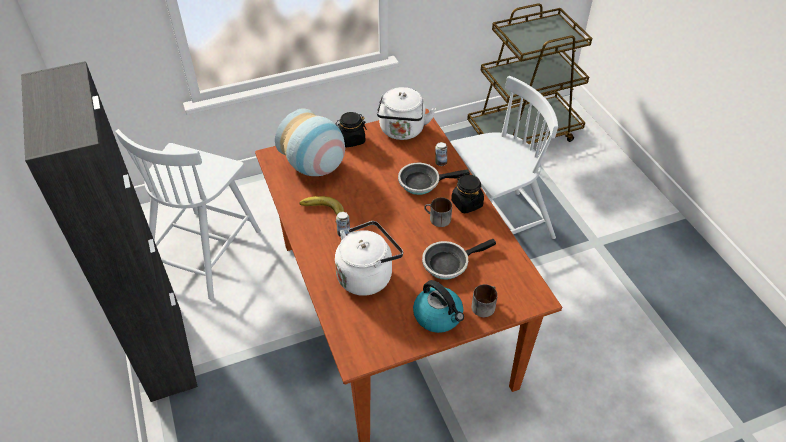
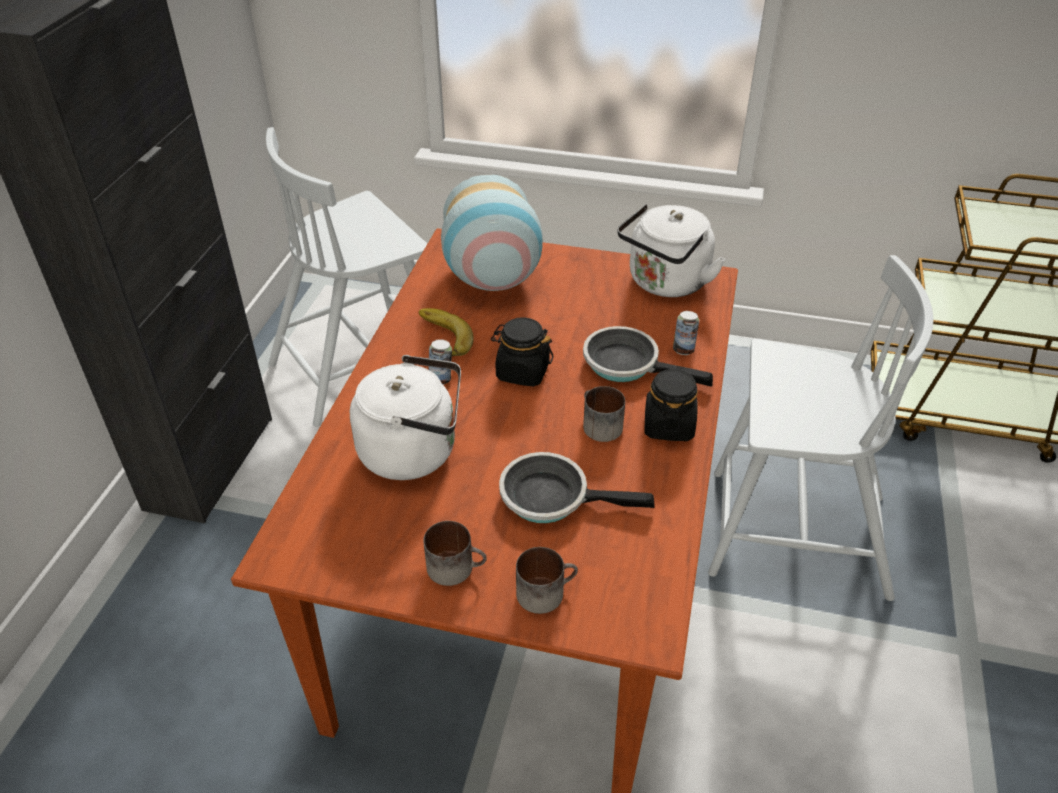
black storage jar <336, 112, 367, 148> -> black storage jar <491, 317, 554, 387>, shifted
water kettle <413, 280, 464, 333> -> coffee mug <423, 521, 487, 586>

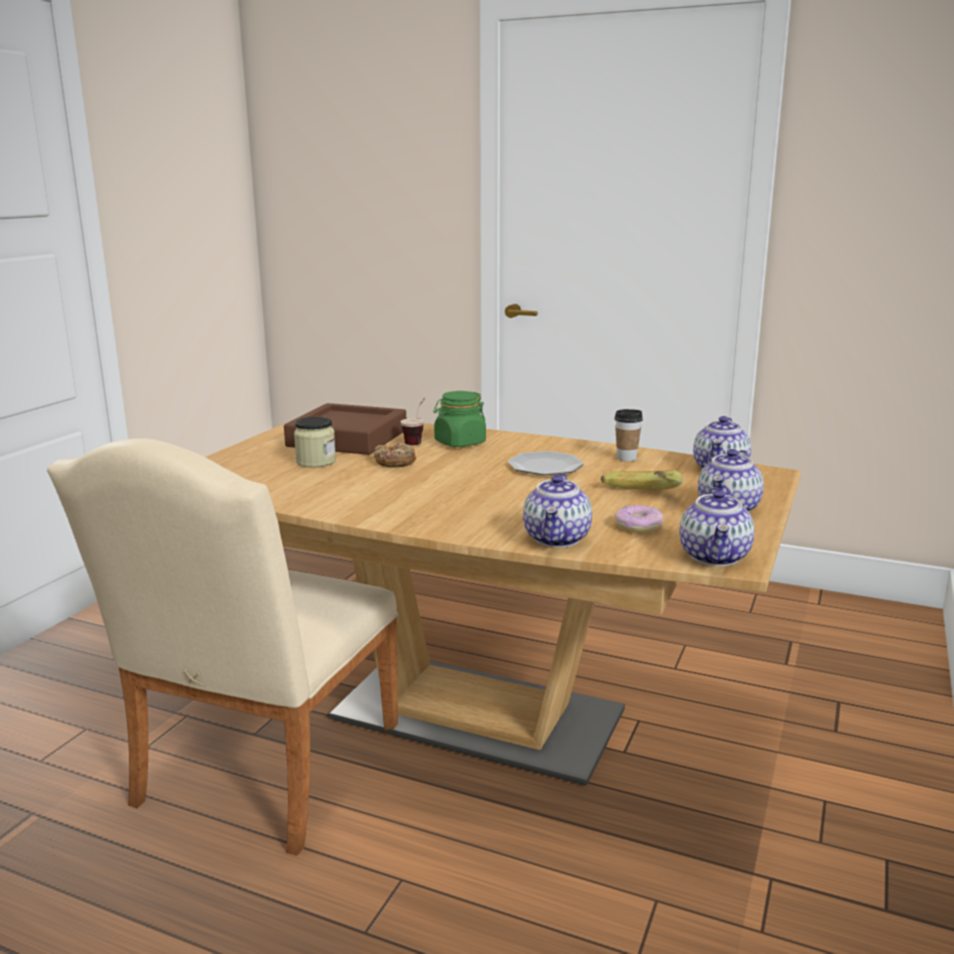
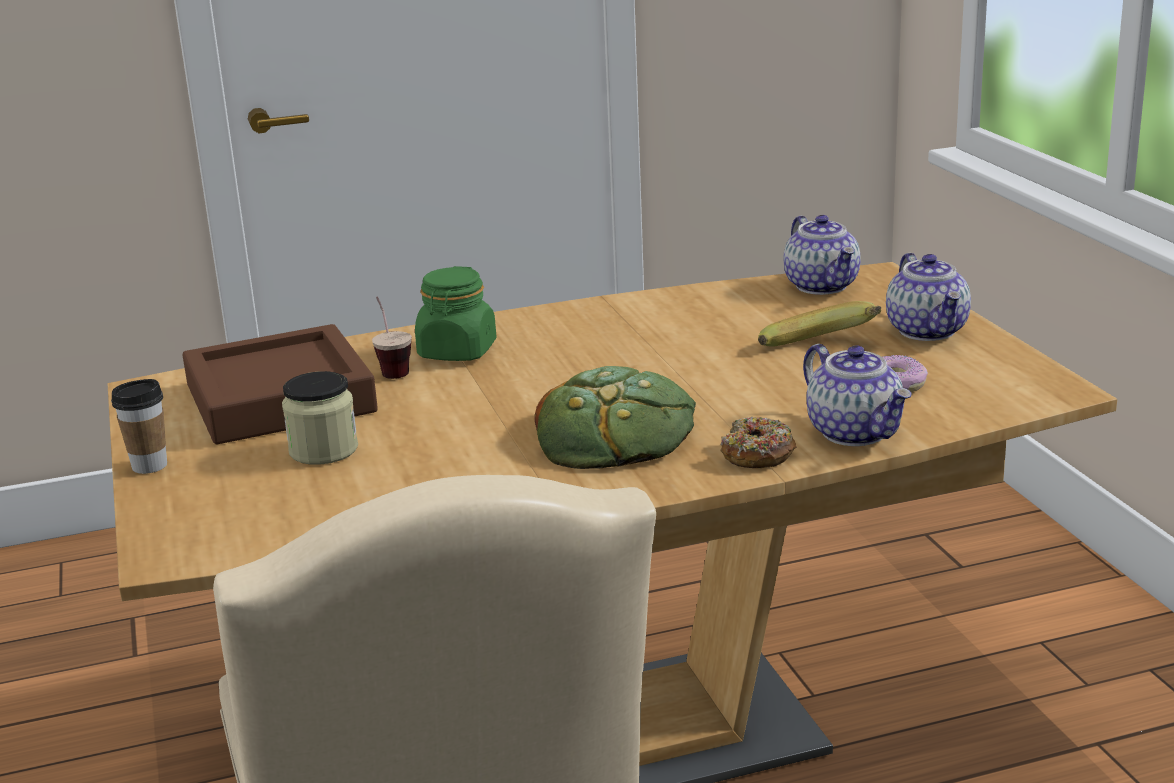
plate <508, 451, 584, 475> -> none
tea pot <679, 487, 754, 566> -> none
none -> bakery bread <535, 366, 696, 469>
donut <374, 442, 416, 467> -> donut <720, 417, 796, 468>, shifted
small cup <615, 409, 643, 461> -> small cup <111, 379, 167, 474>, shifted

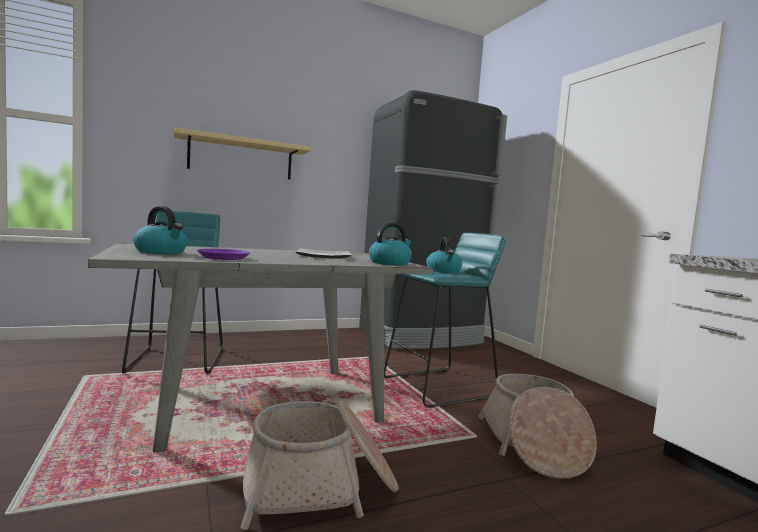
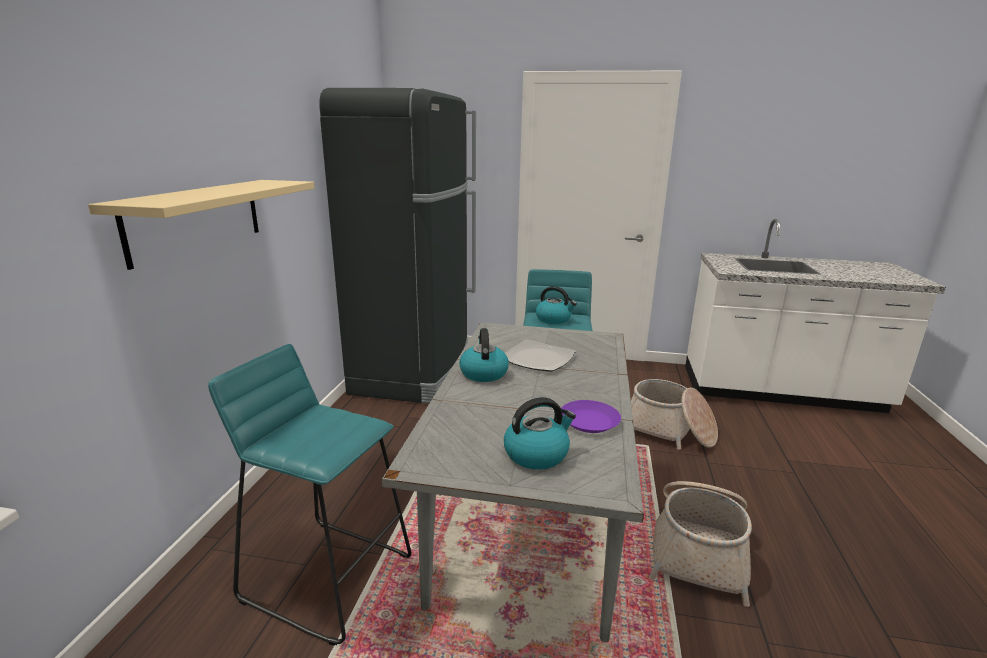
water kettle <369, 223, 413, 265> -> water kettle <459, 328, 509, 382>, shifted

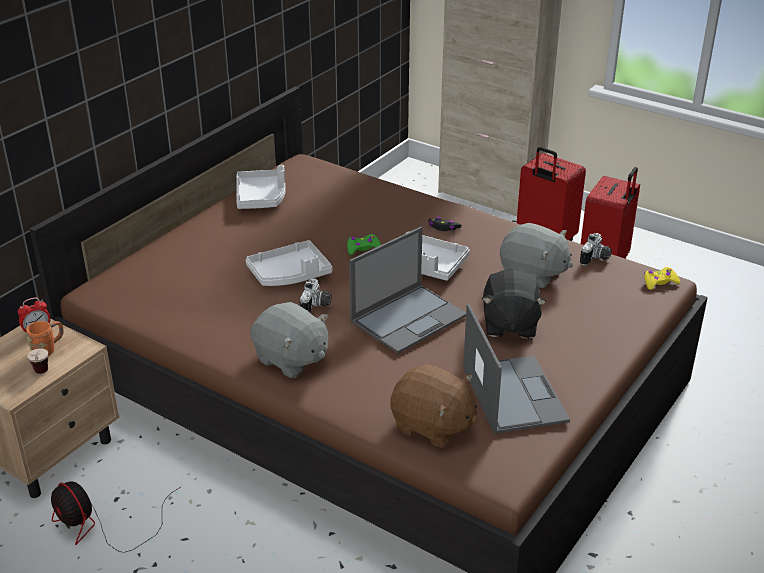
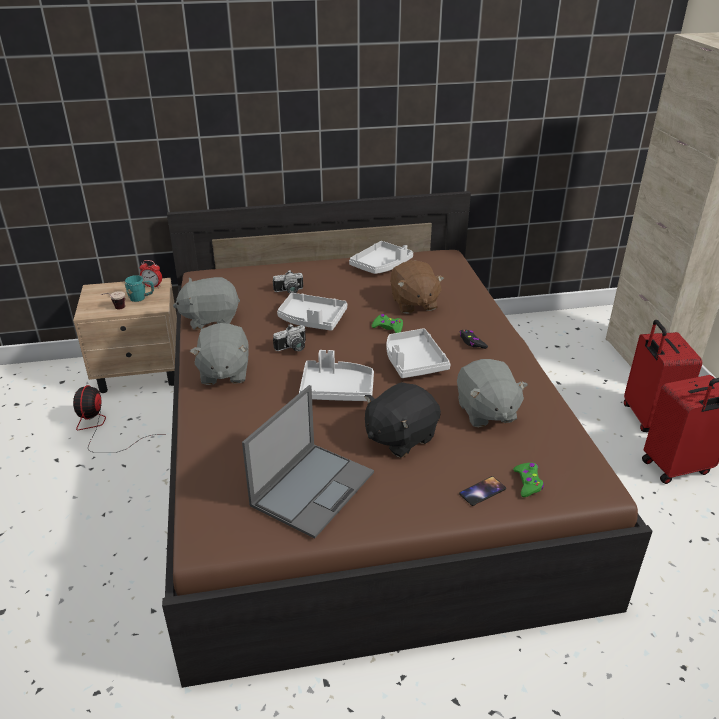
yellow-coloured game controller <644, 267, 680, 290> -> none
none -> gray soft toy <173, 277, 240, 330>
none -> phone <459, 476, 506, 506>
none -> green game controller <513, 463, 544, 497>
brown-coloured soft toy <391, 364, 478, 448> -> brown-coloured soft toy <390, 260, 444, 314>, shifted
still camera <580, 233, 612, 266> -> still camera <273, 270, 303, 294>, shifted
portable computer <349, 227, 466, 354> -> gray tray <299, 350, 374, 401>
orangey coffee mug <26, 321, 64, 356> -> turquoise-coloured coffee mug <125, 275, 154, 302>

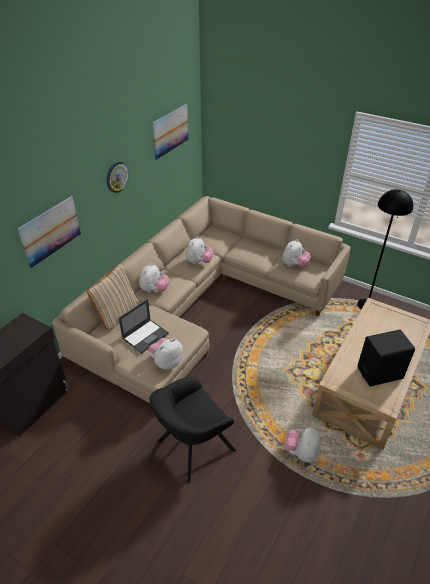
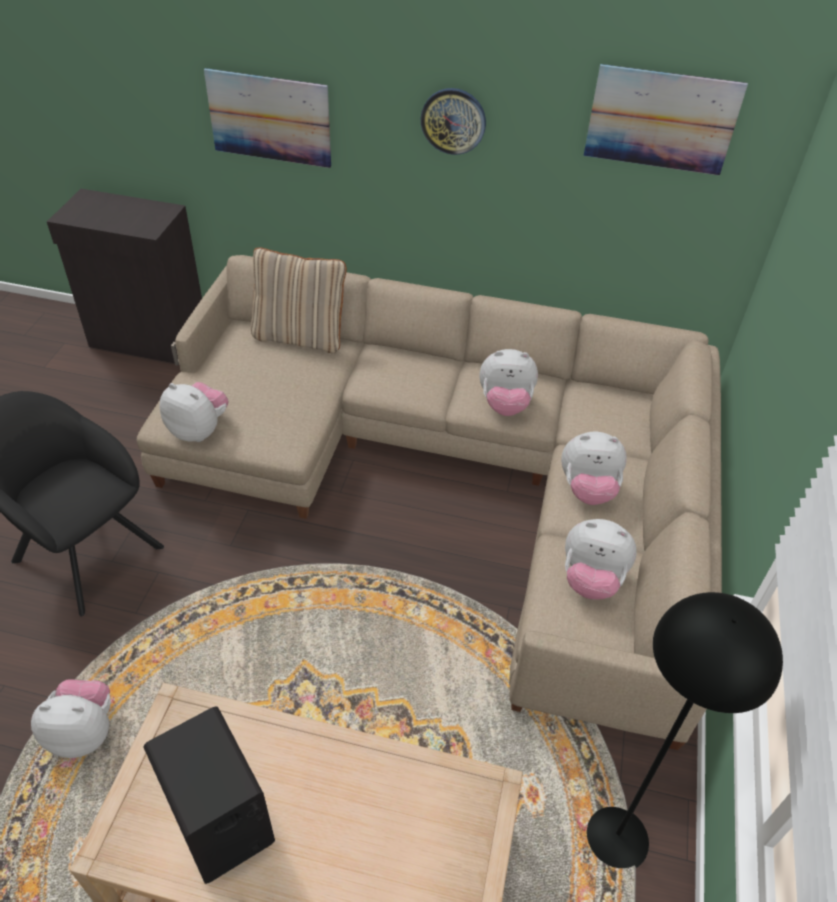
portable computer <119, 299, 169, 354> -> none
soft toy <139, 263, 169, 293> -> soft toy <561, 432, 627, 505>, shifted

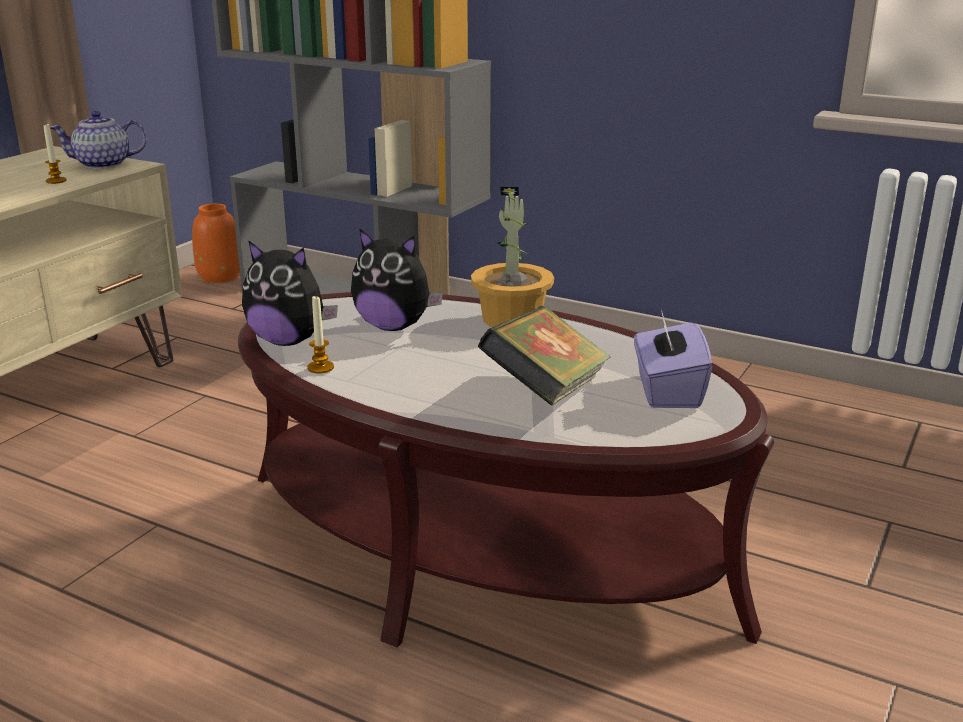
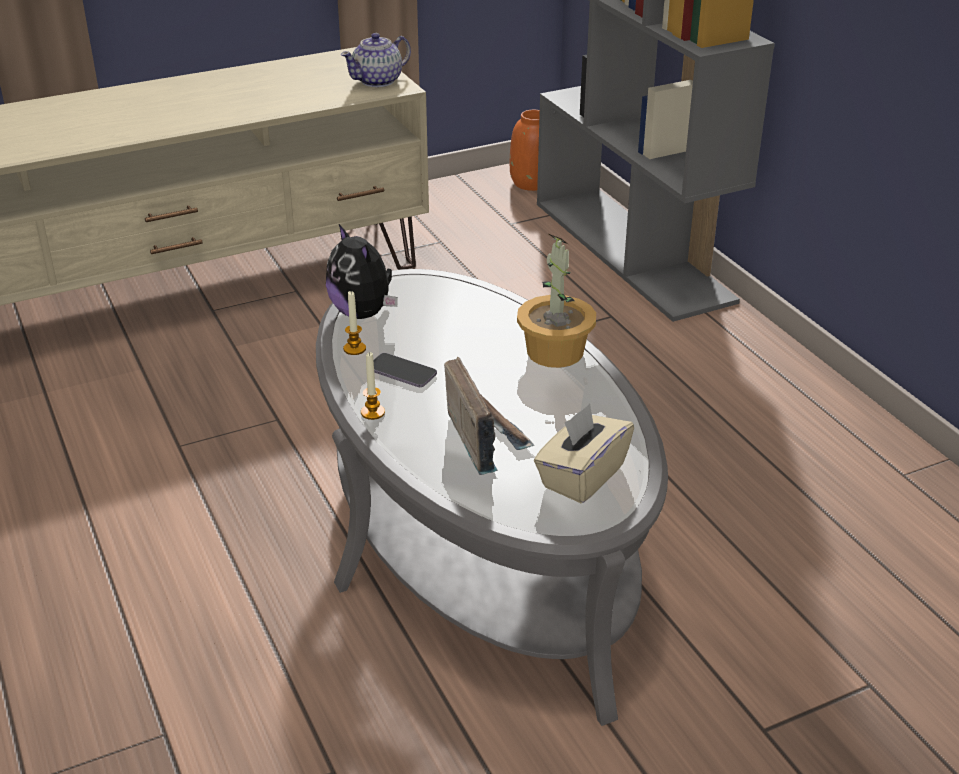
soft toy <351, 228, 443, 331> -> none
none -> phone <374, 353, 437, 387>
wax light <44, 124, 67, 184> -> wax light <361, 352, 385, 420>, shifted
volume <478, 306, 611, 406> -> radio set <444, 357, 534, 475>
brown-coloured low table <238, 292, 774, 647> -> gray low table <316, 269, 668, 726>
purple tissue box <634, 309, 712, 408> -> beige tissue box <534, 403, 634, 503>
tea pot <50, 111, 147, 169> -> tea pot <341, 33, 411, 87>, 60 degrees counterclockwise

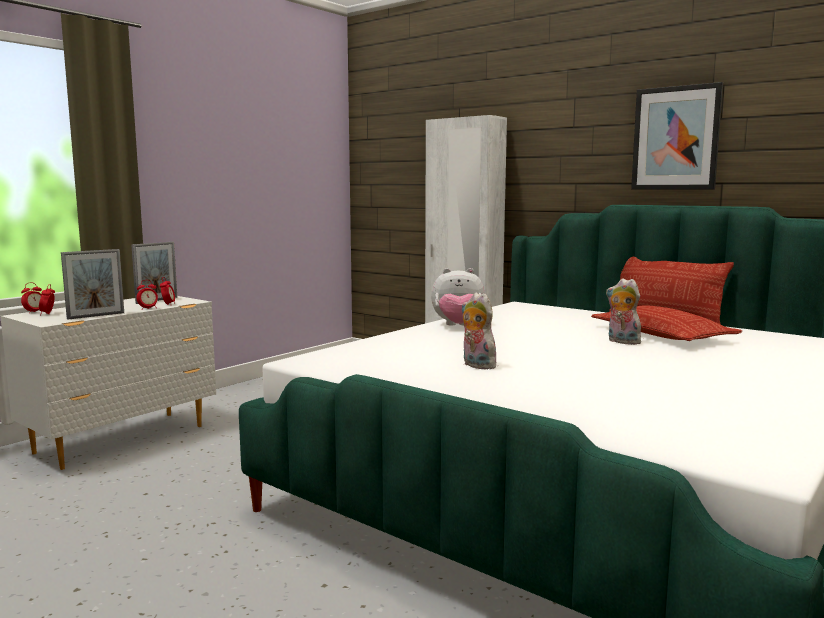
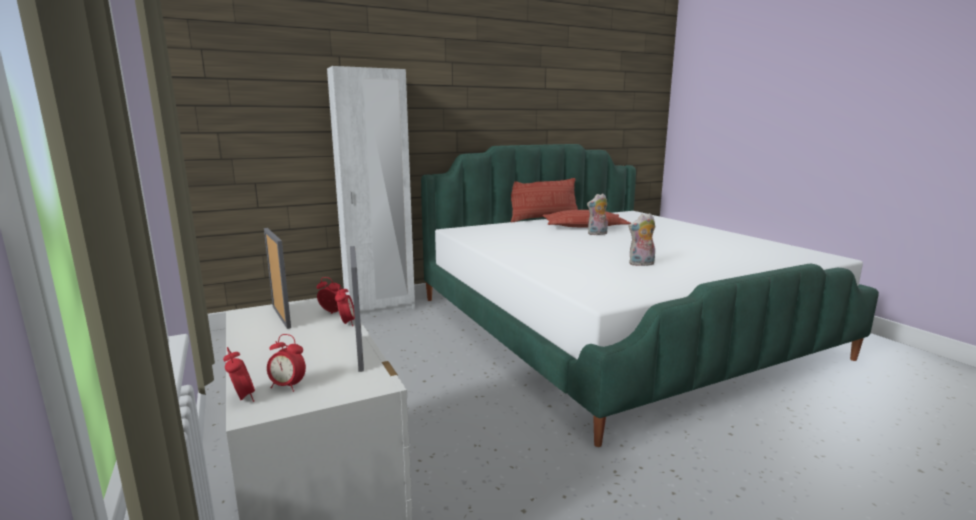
soft toy <431, 268, 485, 326> -> none
wall picture <631, 82, 723, 190> -> none

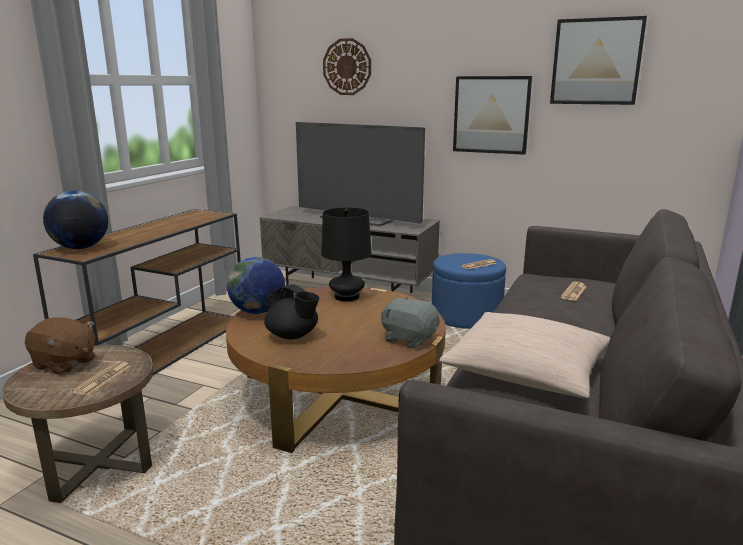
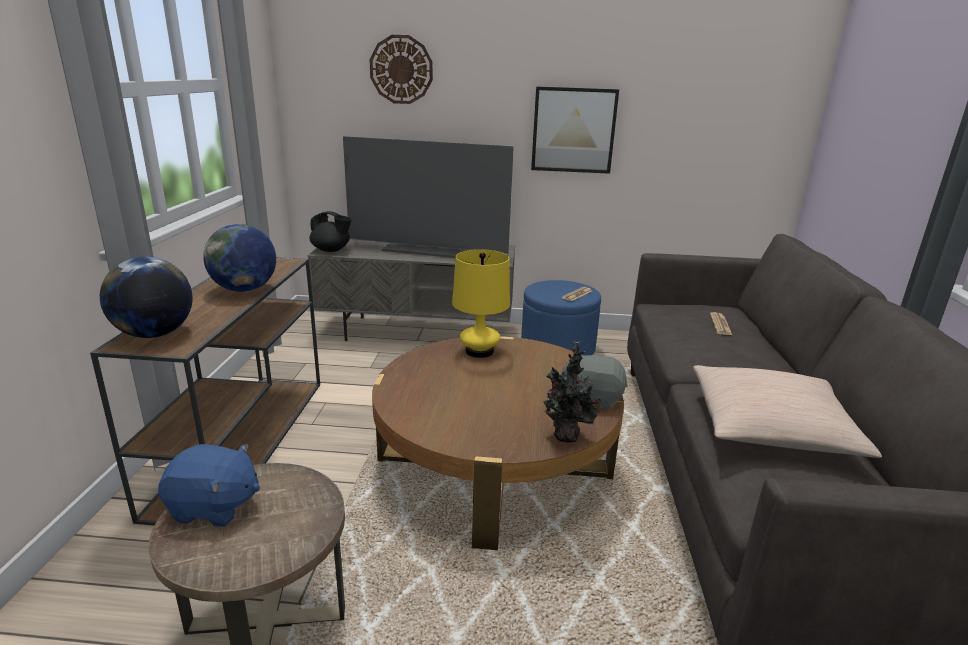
printed paper <72, 361, 131, 395> -> none
wall picture <550, 16, 647, 105> -> none
none -> houseplant <543, 341, 601, 443>
world globe <227, 257, 285, 314> -> world globe <203, 224, 276, 292>, shifted
black tea pot <264, 284, 319, 340> -> black tea pot <309, 211, 352, 252>, shifted
brown-coloured soft toy <25, 318, 95, 375> -> blue soft toy <158, 444, 260, 527>
black lamp for a table <321, 208, 372, 301> -> yellow-coloured lamp for a table <452, 249, 510, 358>

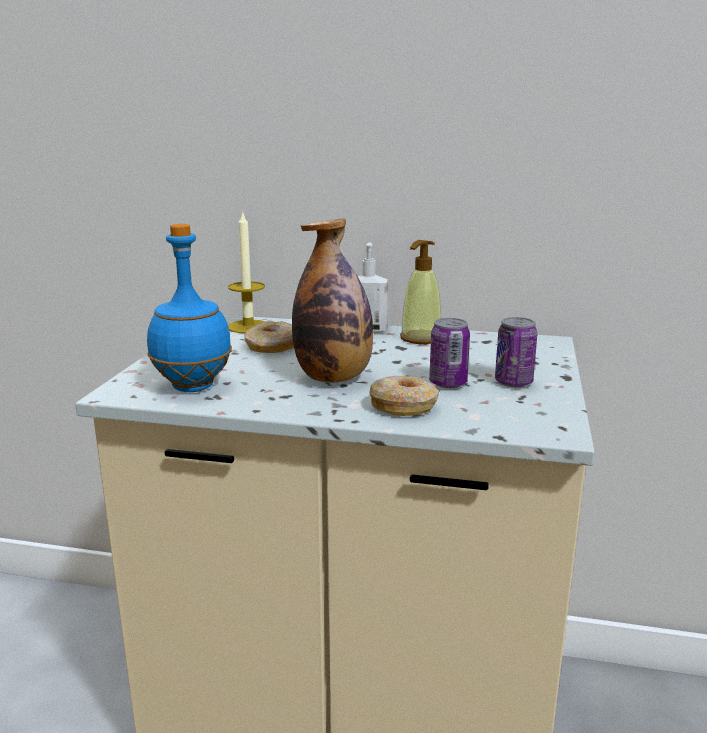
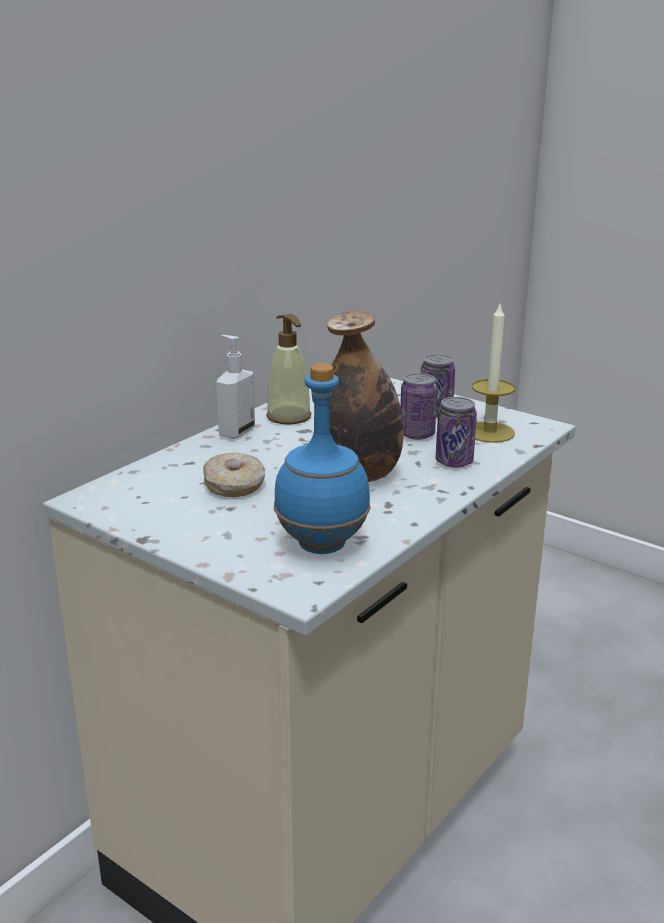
wax light <228, 210, 266, 333> -> wax light <472, 304, 515, 443>, shifted
donut <369, 376, 439, 416> -> sealed can <435, 397, 477, 468>

